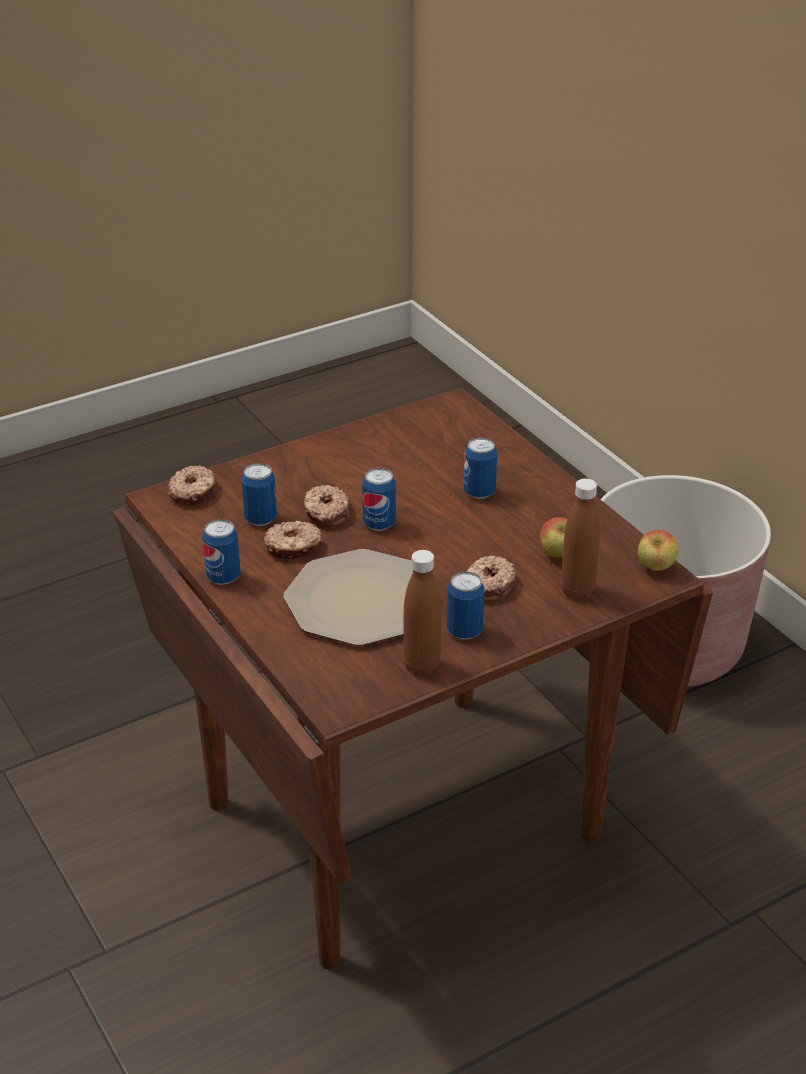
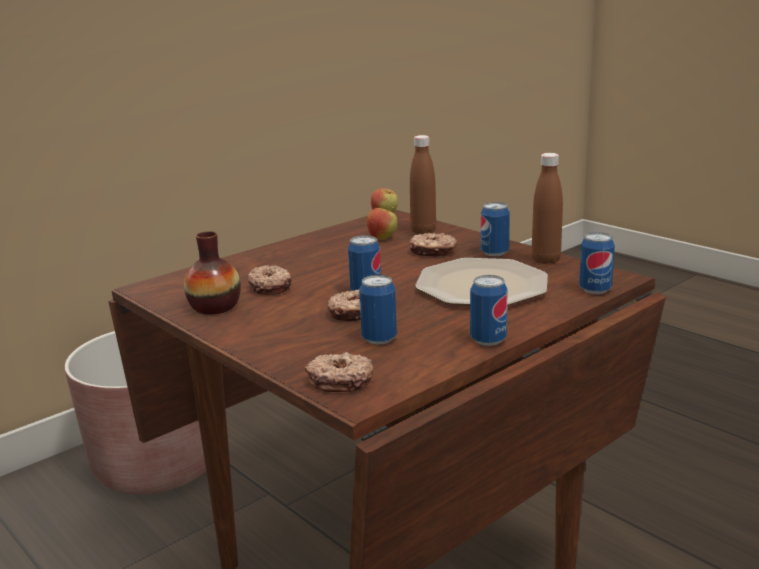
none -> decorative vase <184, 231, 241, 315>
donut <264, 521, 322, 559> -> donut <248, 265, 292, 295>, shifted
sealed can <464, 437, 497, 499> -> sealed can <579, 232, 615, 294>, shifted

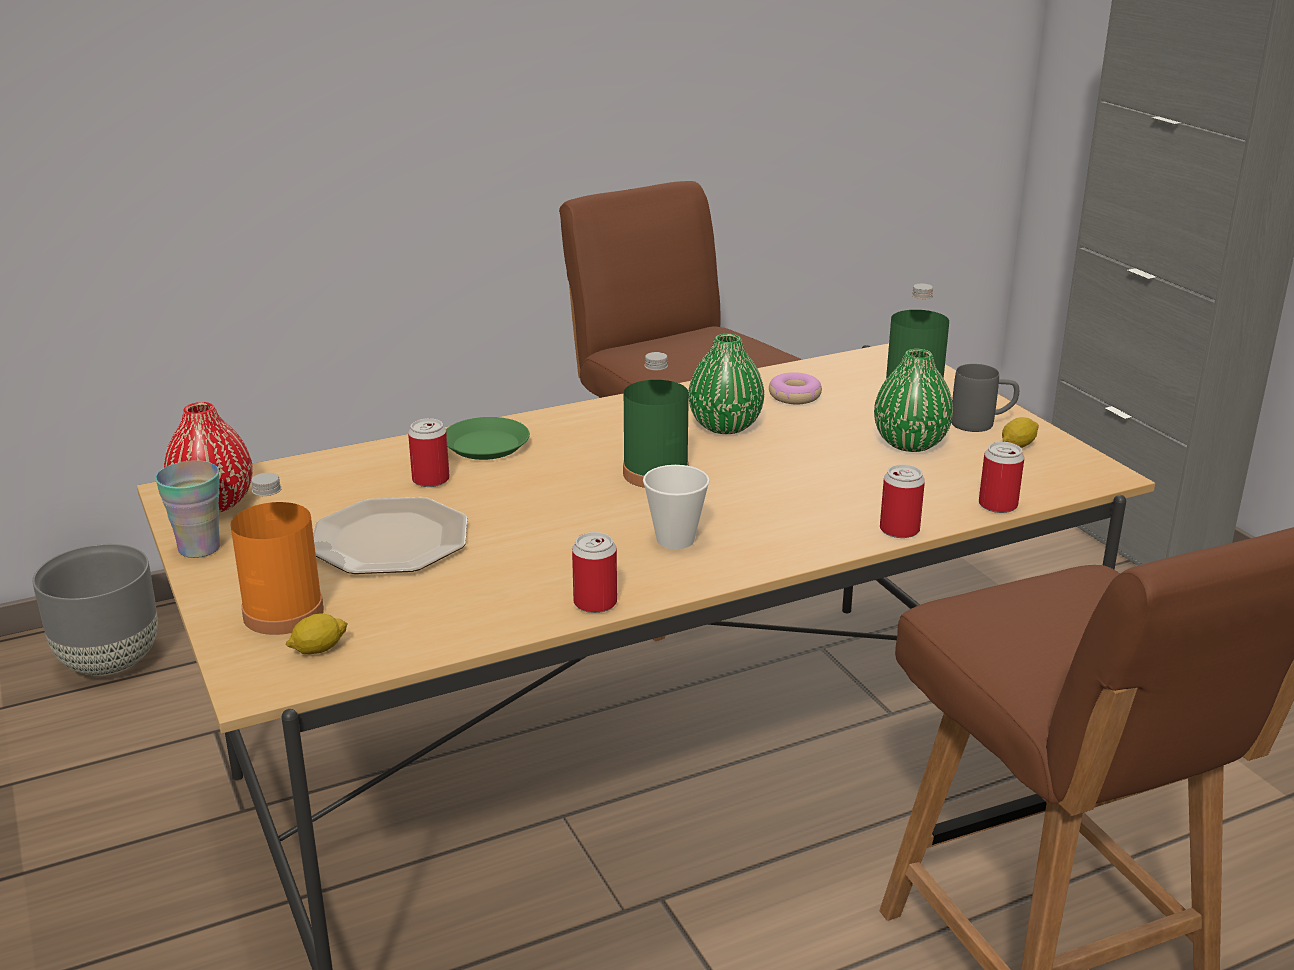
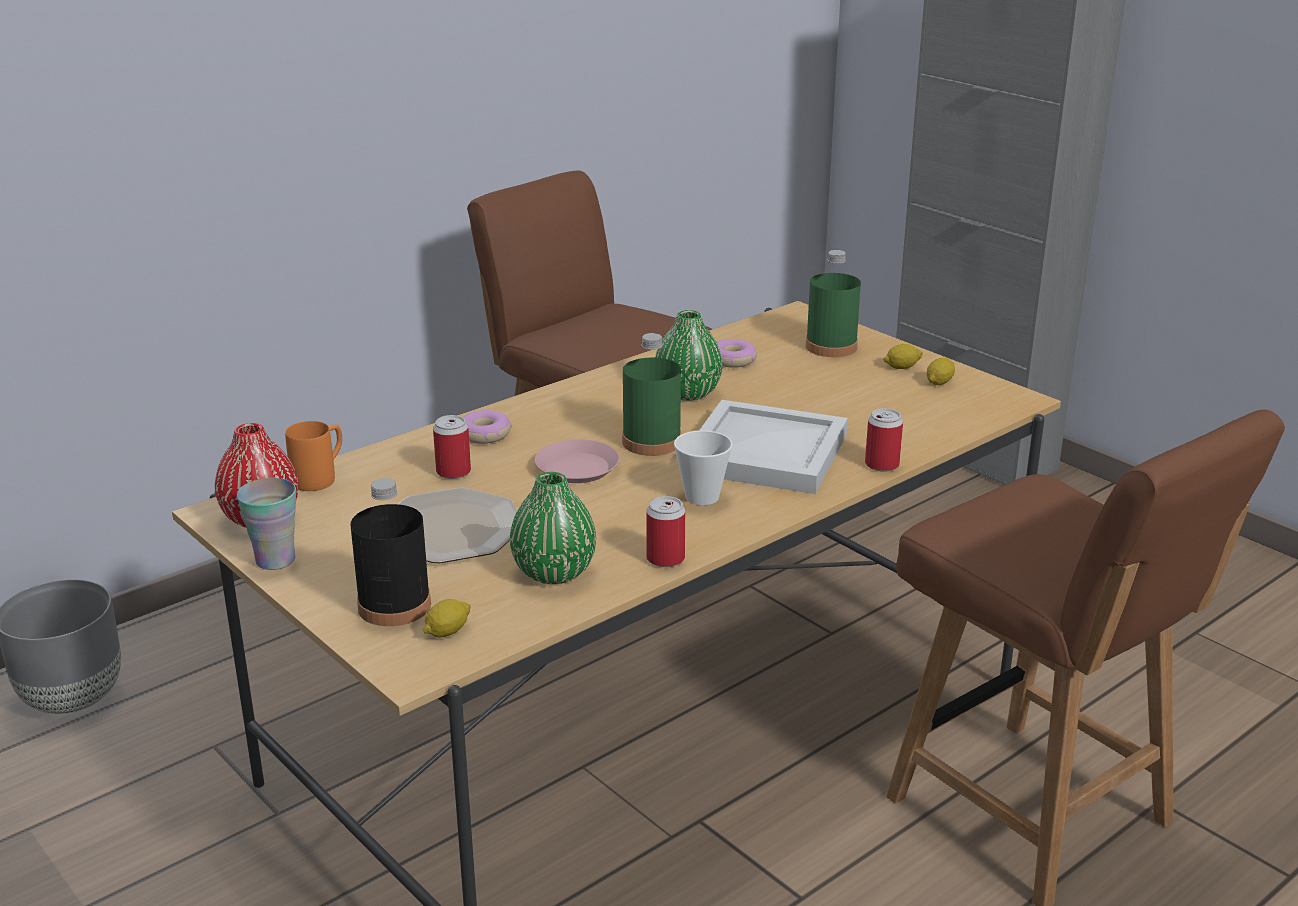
sealed can <979, 442, 1024, 513> -> none
none -> orangey coffee mug <285, 421, 342, 491>
none -> pink-coloured plate <534, 439, 620, 483>
none -> white tray <700, 400, 848, 494>
green decorative vase <874, 349, 953, 452> -> green decorative vase <510, 472, 596, 584>, shifted
green plate <446, 417, 530, 460> -> donut <463, 410, 512, 444>
gray coffee mug <951, 364, 1019, 432> -> whole lemon <883, 344, 923, 369>
orangey drink bottle <230, 473, 324, 635> -> black drink bottle <350, 478, 431, 626>

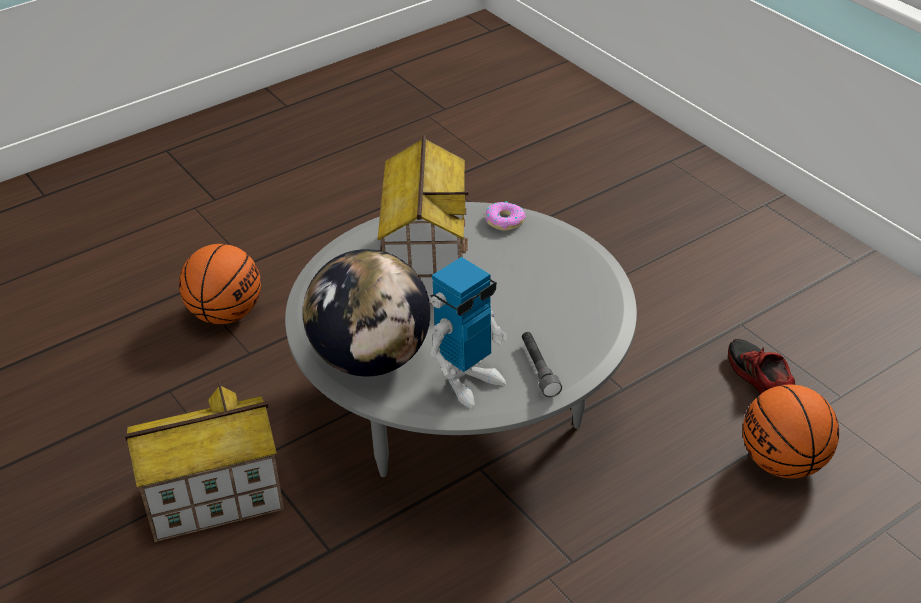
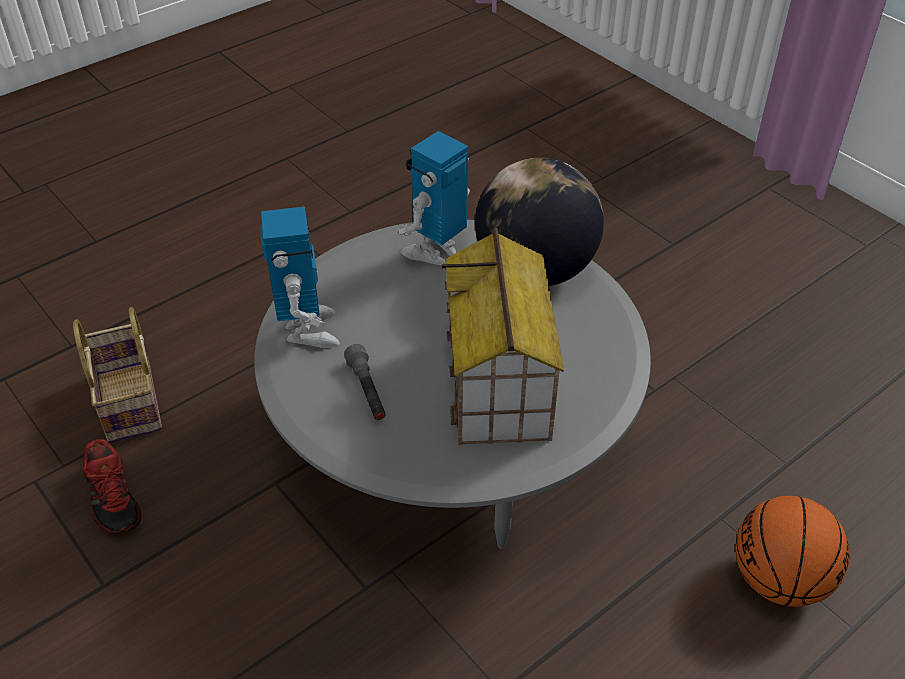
toy house <125, 382, 284, 542> -> none
donut <485, 201, 526, 231> -> none
none -> model robot <261, 207, 340, 348>
gray flashlight <522, 332, 562, 397> -> gray flashlight <344, 344, 386, 420>, shifted
basketball <743, 384, 839, 479> -> household basket <73, 307, 162, 442>

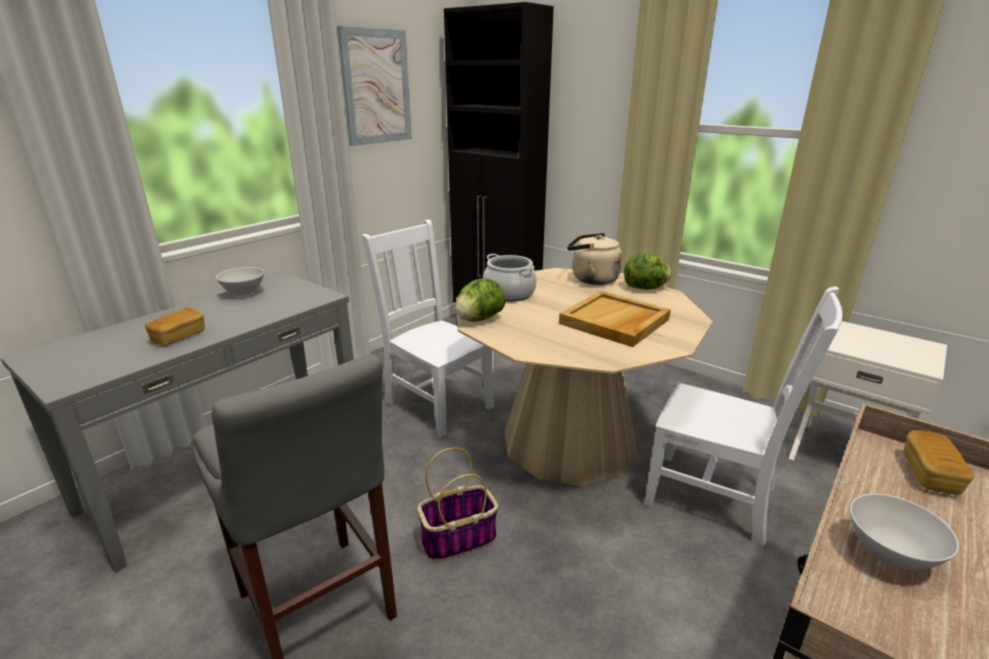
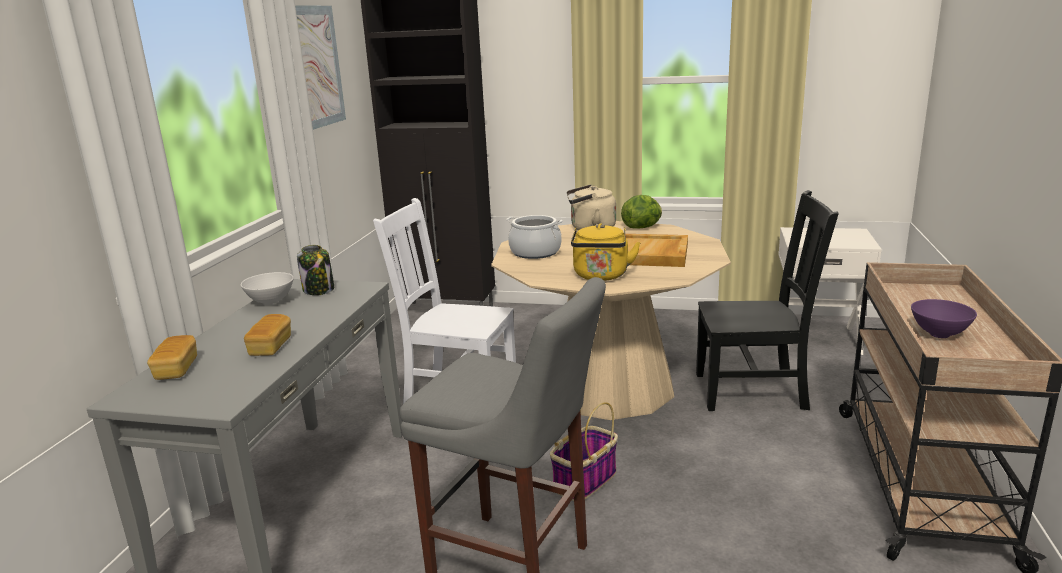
lettuce <455, 278, 505, 322> -> none
none -> storage jar <297, 245, 334, 295>
none -> yellow-coloured water kettle <571, 223, 641, 281>
bakery bread <904, 430, 974, 495> -> bakery bread <147, 335, 197, 380>, shifted
white upright chair <644, 286, 843, 546> -> black upright chair <696, 190, 839, 411>
white deep dish <850, 493, 959, 570> -> purple deep dish <911, 299, 977, 338>

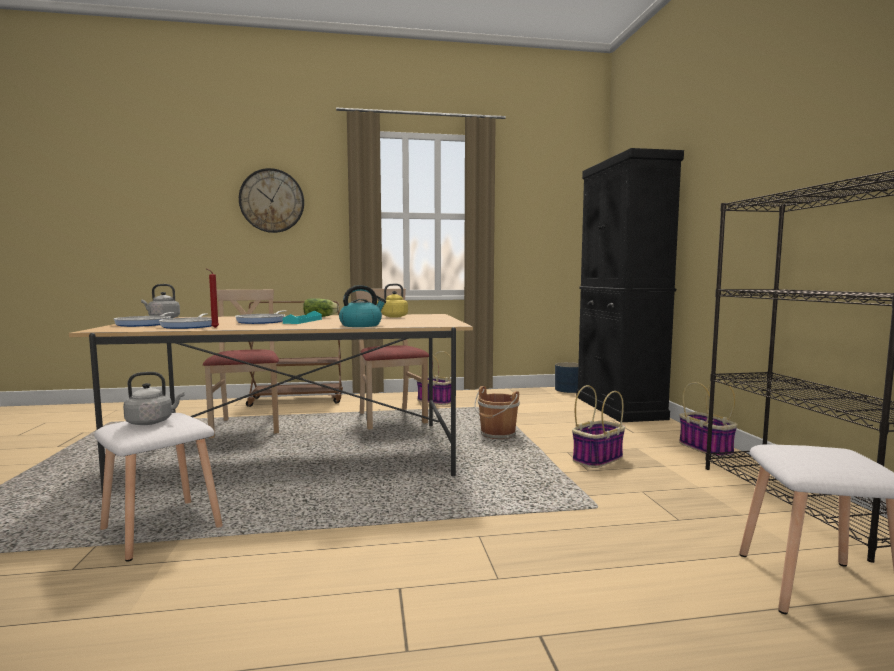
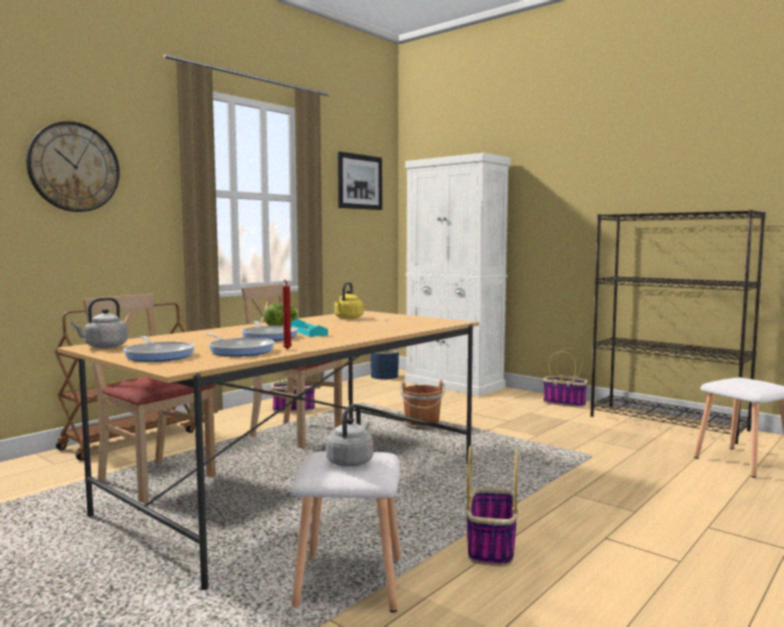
water kettle <339, 285, 386, 327> -> none
none -> wall picture <338, 151, 382, 210>
household basket <572, 385, 625, 468> -> household basket <466, 446, 518, 567>, shifted
black storage cabinet <576, 148, 684, 422> -> white storage cabinet <405, 153, 511, 396>

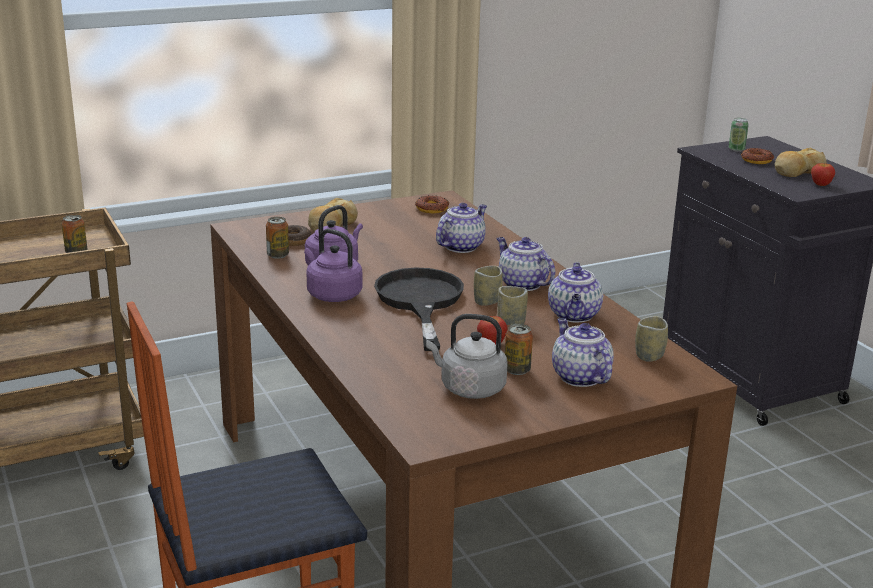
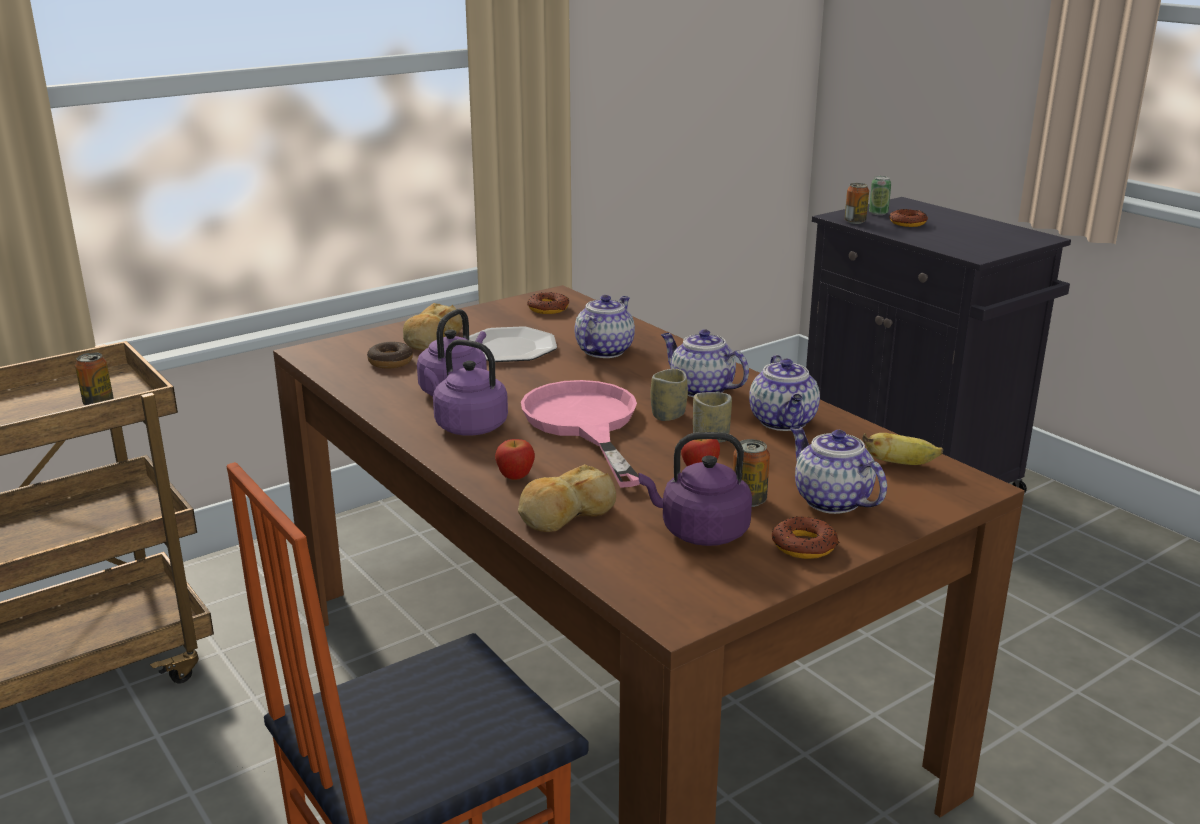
none -> plate <469, 326, 557, 362>
none -> donut <772, 516, 839, 559>
sealed can <266, 217, 289, 259> -> sealed can <844, 183, 869, 224>, shifted
bakery bread <775, 147, 827, 177> -> bakery bread <518, 464, 616, 532>, shifted
whole apple <811, 163, 835, 186> -> whole apple <495, 439, 535, 480>, shifted
small cup <635, 316, 668, 362> -> banana <862, 433, 943, 465>
black frying pan <374, 267, 464, 351> -> pink-coloured frying pan <521, 380, 639, 488>
gray water kettle <426, 314, 508, 399> -> purple water kettle <639, 432, 752, 546>

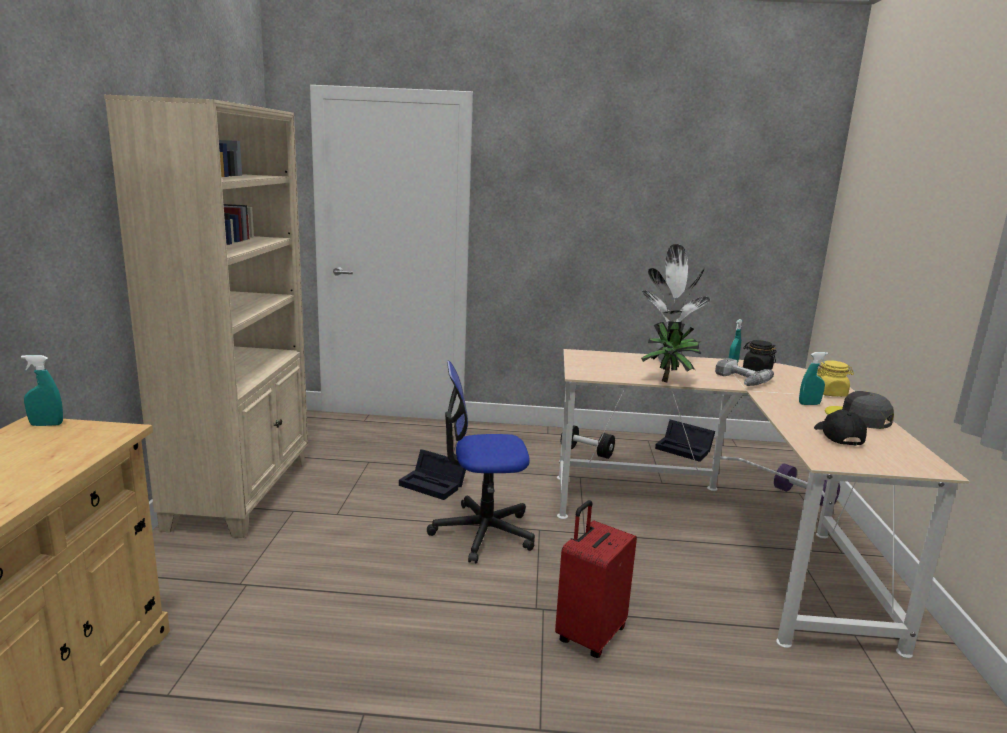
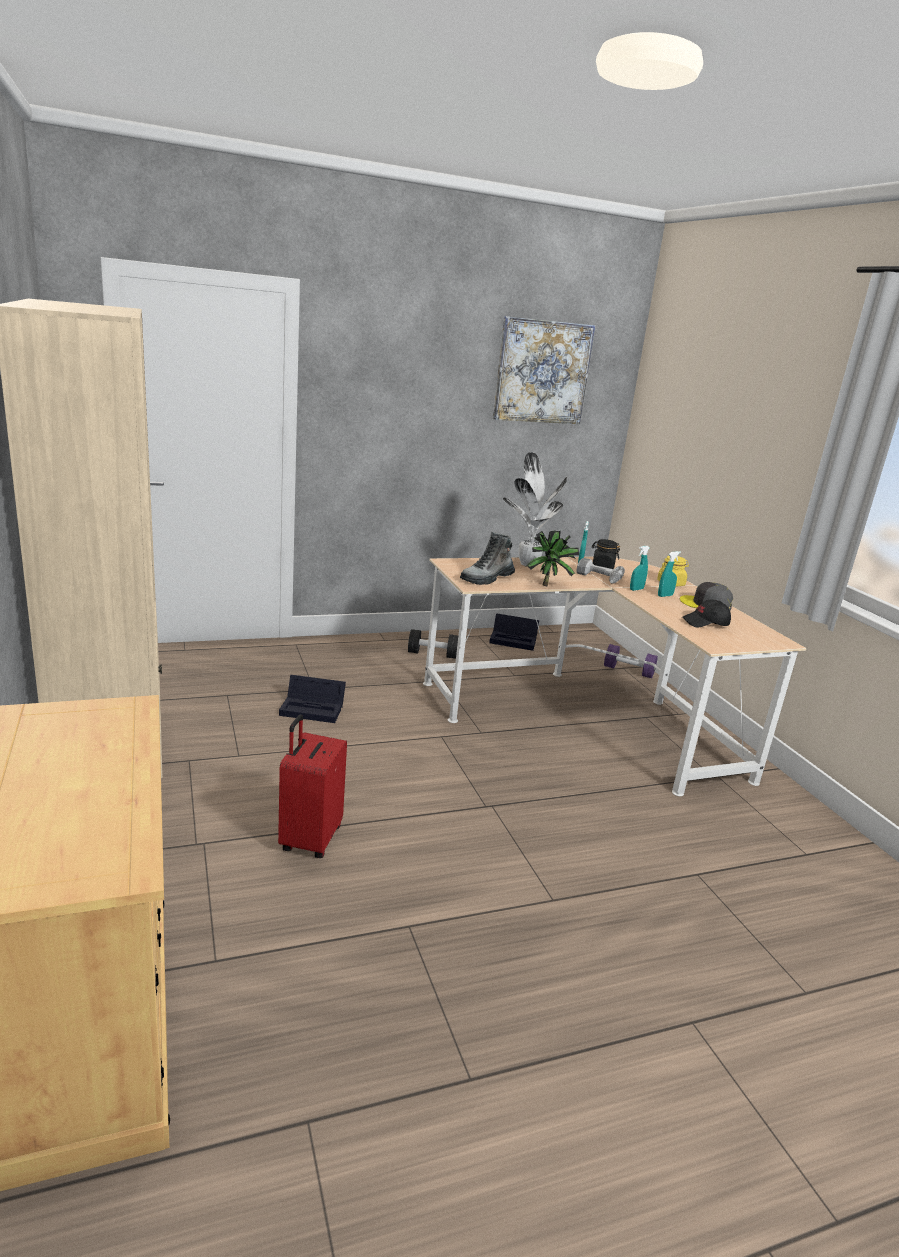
computer chair <427, 360, 535, 564> -> none
none -> high-top boot <460, 532, 515, 585>
none -> wall picture <493, 316, 595, 424>
turquoise-coloured hand sprayer <21, 355, 63, 426> -> turquoise-coloured hand sprayer <630, 546, 649, 591>, shifted
reddish travel case <555, 500, 637, 658> -> reddish travel case <278, 715, 347, 858>, shifted
black peaked cap <814, 409, 867, 446> -> black peaked cap <682, 600, 731, 628>, 75 degrees counterclockwise

